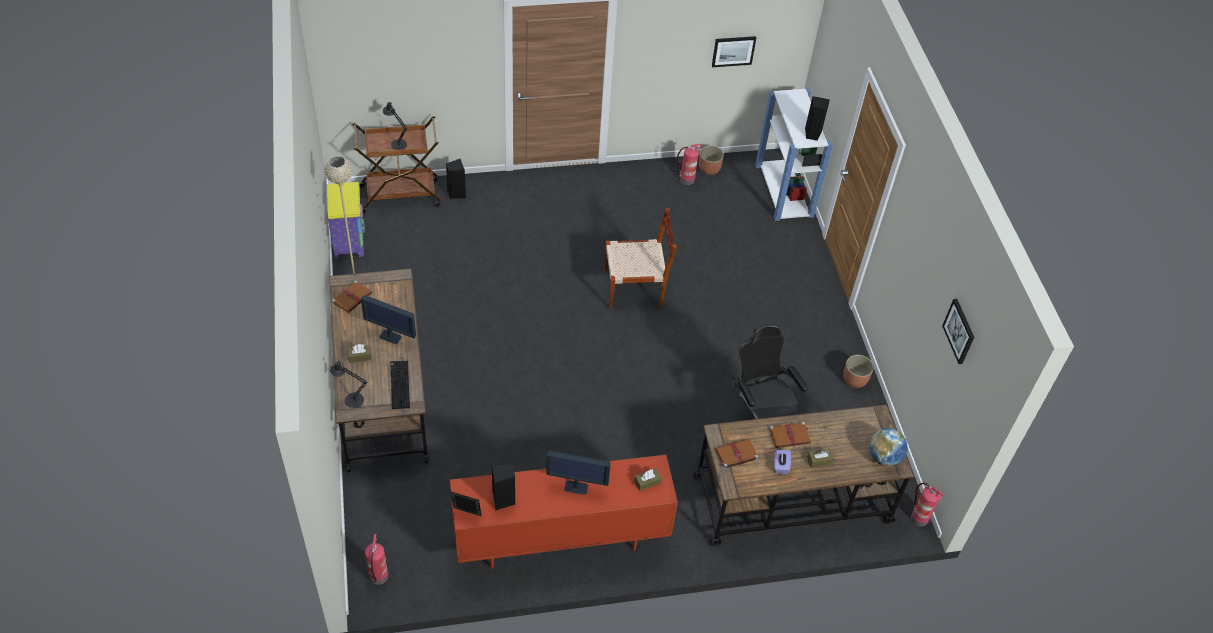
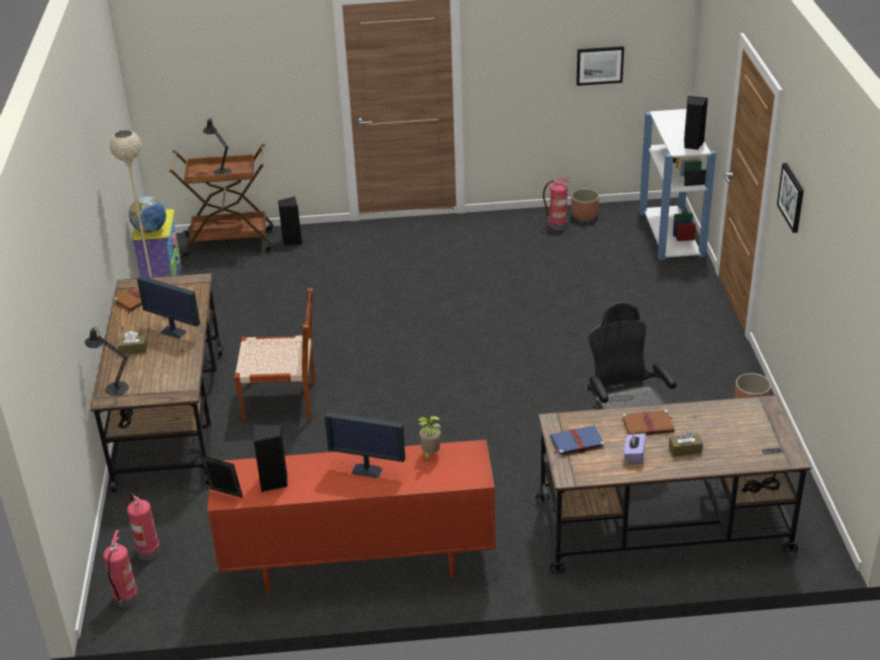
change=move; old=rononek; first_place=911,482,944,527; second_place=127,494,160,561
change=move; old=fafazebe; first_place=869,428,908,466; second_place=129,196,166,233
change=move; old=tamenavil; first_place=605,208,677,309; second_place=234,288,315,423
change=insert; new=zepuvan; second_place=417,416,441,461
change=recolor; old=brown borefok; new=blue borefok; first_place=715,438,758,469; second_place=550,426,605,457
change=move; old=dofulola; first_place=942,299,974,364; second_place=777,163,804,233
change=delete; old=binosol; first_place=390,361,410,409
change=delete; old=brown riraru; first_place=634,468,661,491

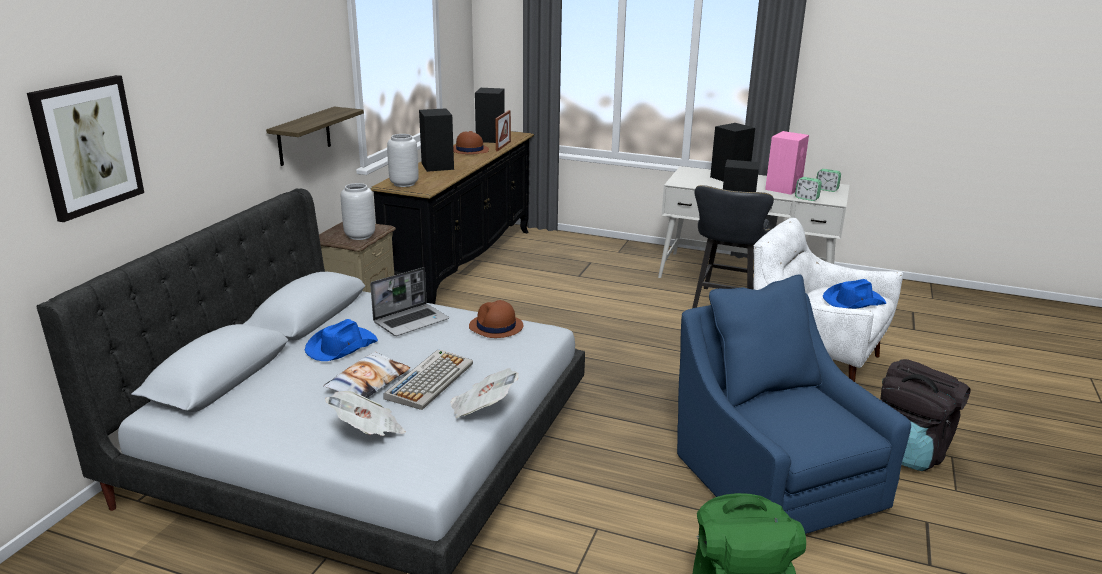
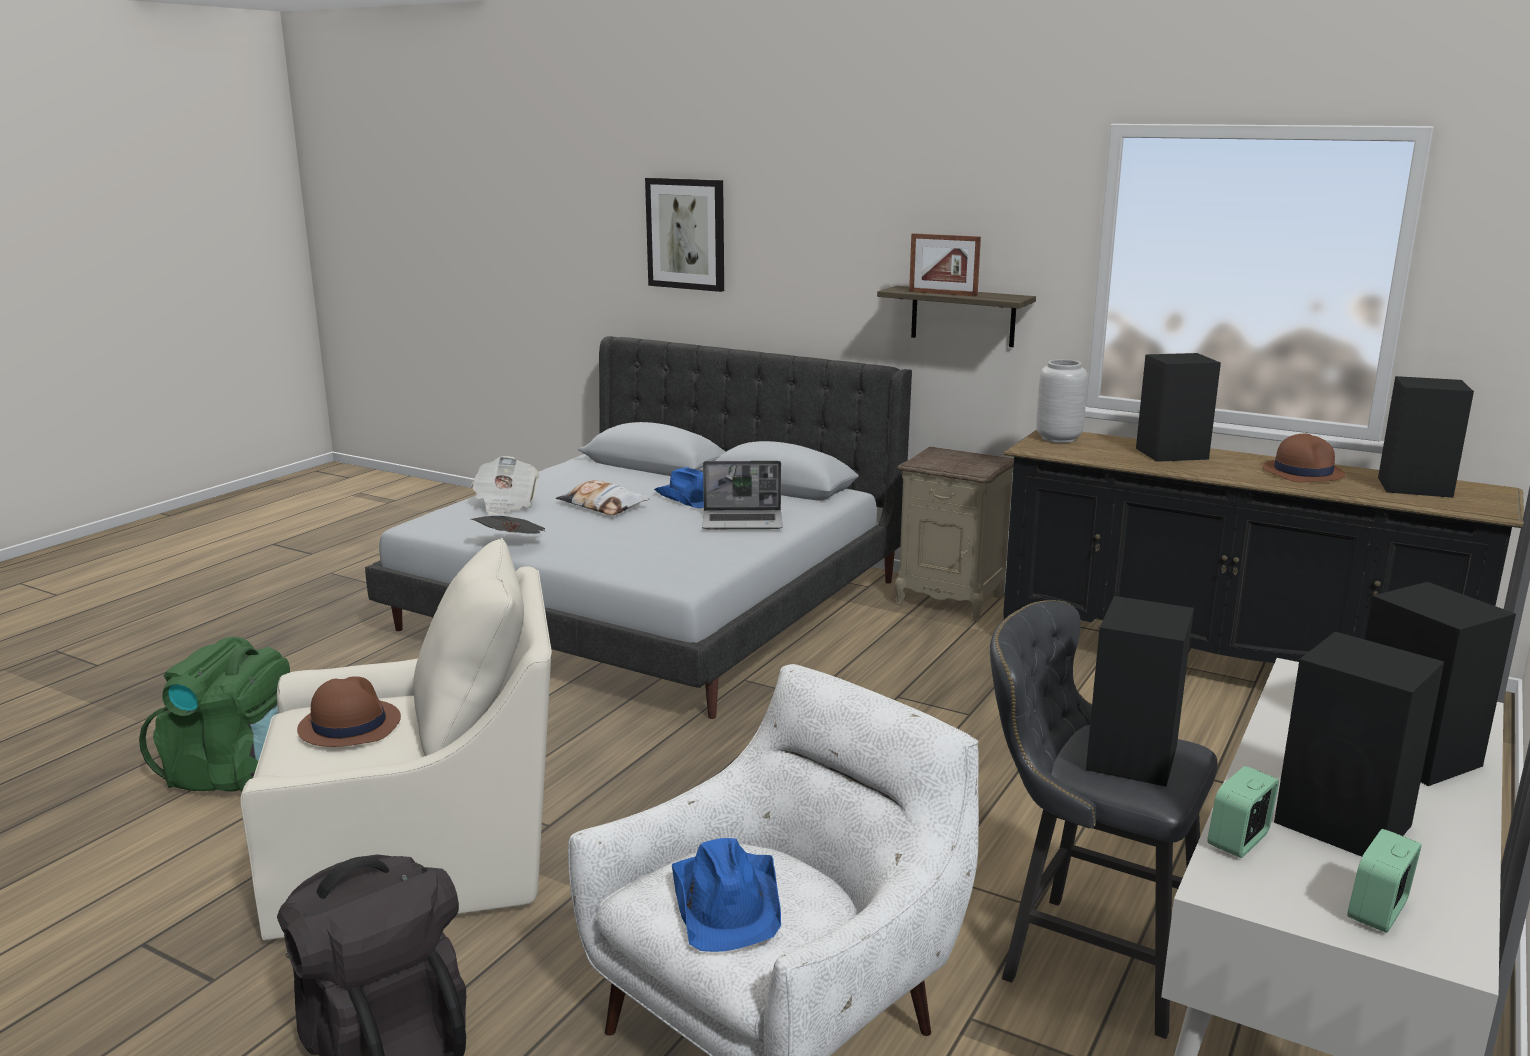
change=recolor; old=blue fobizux; new=beige fobizux; first_place=677,275,911,534; second_place=240,538,552,940
change=move; old=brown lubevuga; first_place=469,300,523,338; second_place=297,676,401,747
change=rotate; old=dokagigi; first_place=370,267,449,336; second_place=702,461,783,529; degrees=-60
change=move; old=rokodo; first_place=495,110,511,151; second_place=909,233,981,296
change=recolor; old=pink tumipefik; new=black tumipefik; first_place=765,131,809,195; second_place=1274,632,1444,857
change=delete; old=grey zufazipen; first_place=341,183,375,240
change=delete; old=binosol; first_place=384,349,473,410

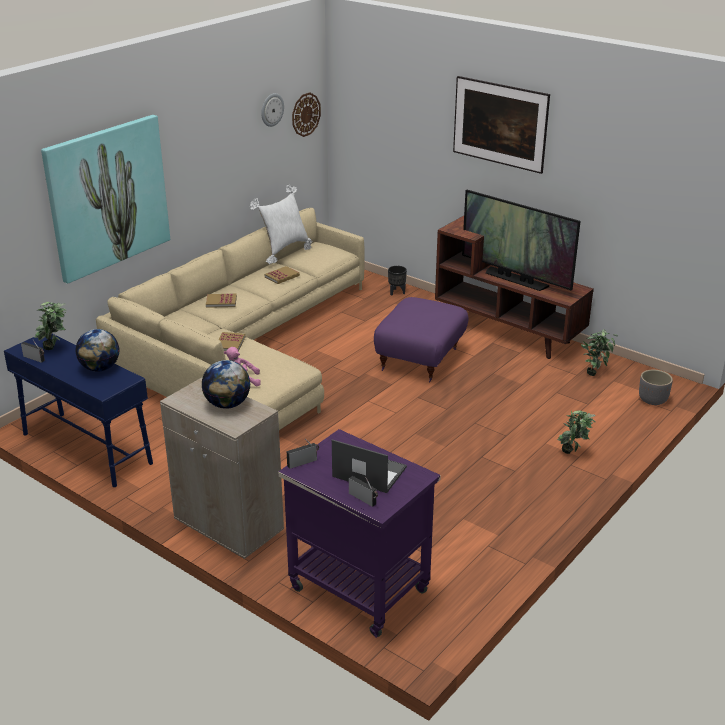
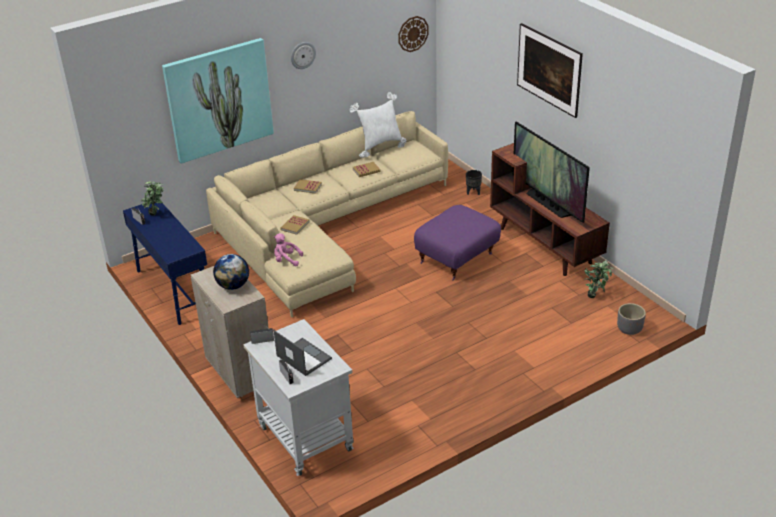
change=recolor; old=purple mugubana; new=white mugubana; first_place=278,429,441,638; second_place=243,319,353,476
change=move; old=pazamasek; first_place=261,93,284,127; second_place=291,42,316,69
change=delete; old=fafazebe; first_place=75,329,119,372
change=delete; old=zepuvan; first_place=557,410,596,454

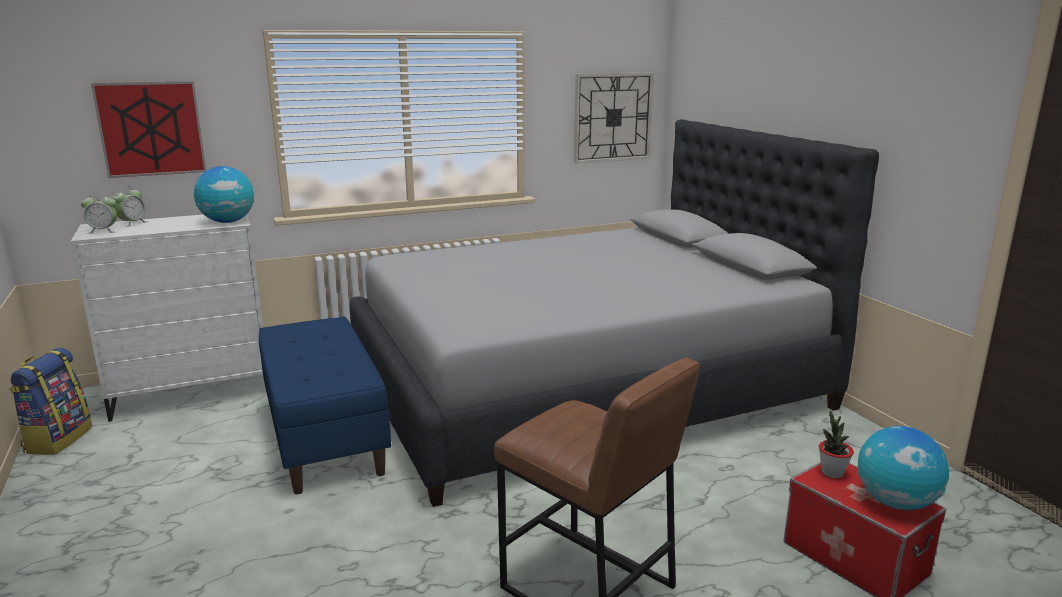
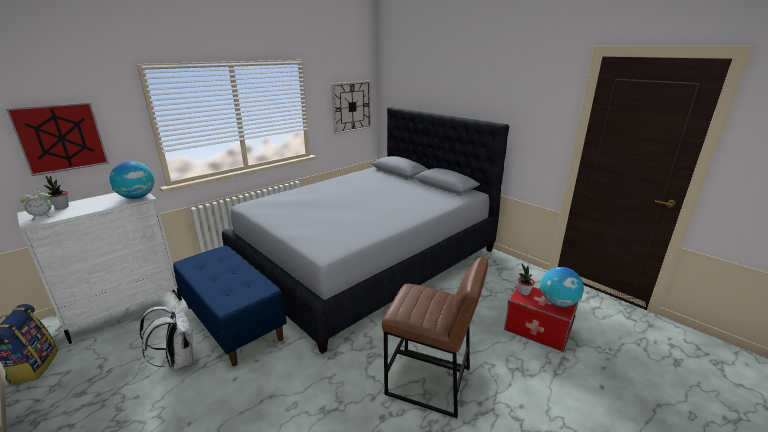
change=replace; old=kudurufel; new=zepuvan; first_place=112,186,148,227; second_place=43,175,69,209
change=insert; new=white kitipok; second_place=140,306,193,371

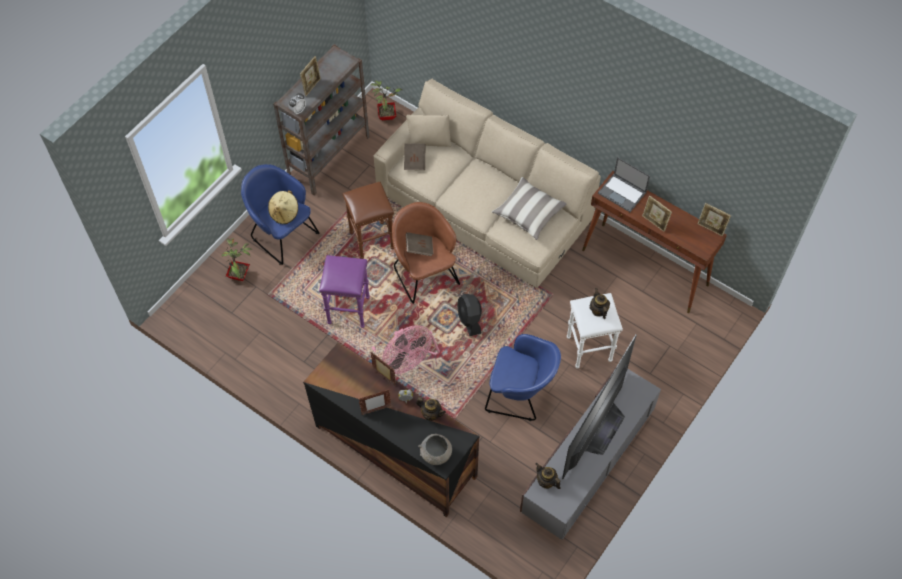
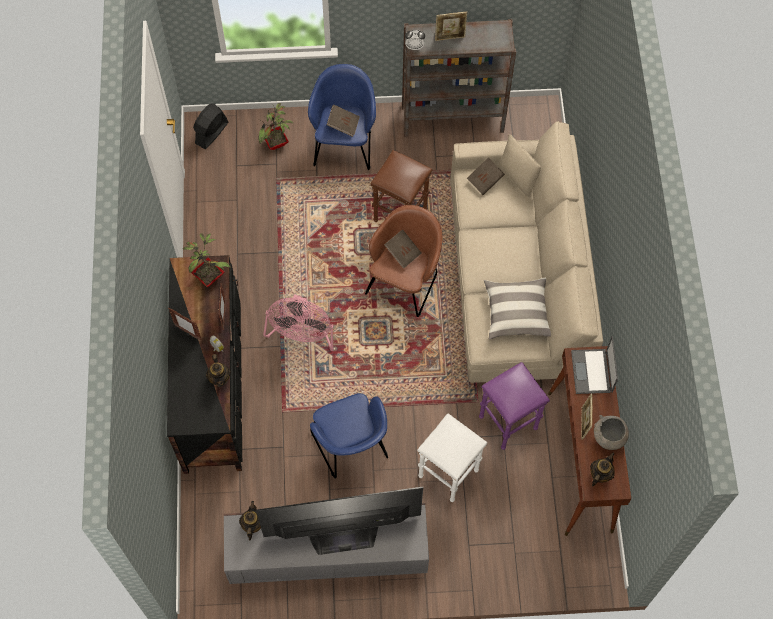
change=move; old=zepuvan; first_place=370,80,402,121; second_place=183,233,231,287
change=move; old=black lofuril; first_place=457,294,482,336; second_place=193,104,228,149
change=replace; old=beige lubevuga; new=brown borefok; first_place=268,190,298,224; second_place=327,105,360,137
change=move; old=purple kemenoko; first_place=319,255,370,328; second_place=479,362,550,450
change=move; old=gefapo; first_place=590,288,610,319; second_place=590,452,615,487
change=move; old=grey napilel; first_place=418,434,452,465; second_place=594,415,629,450
change=delete; old=rokodo; first_place=697,203,731,236

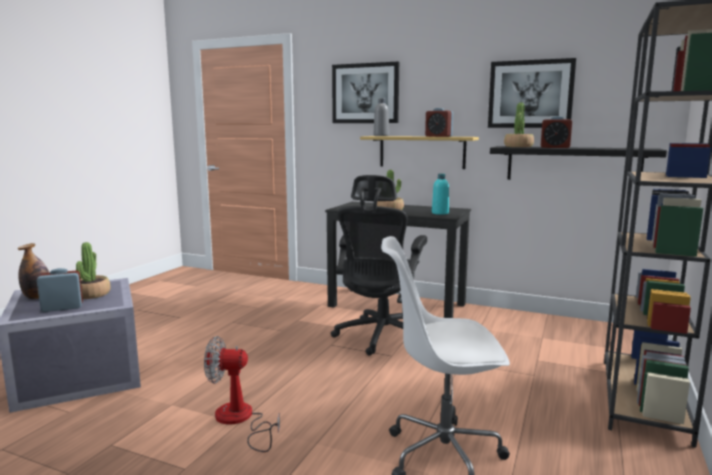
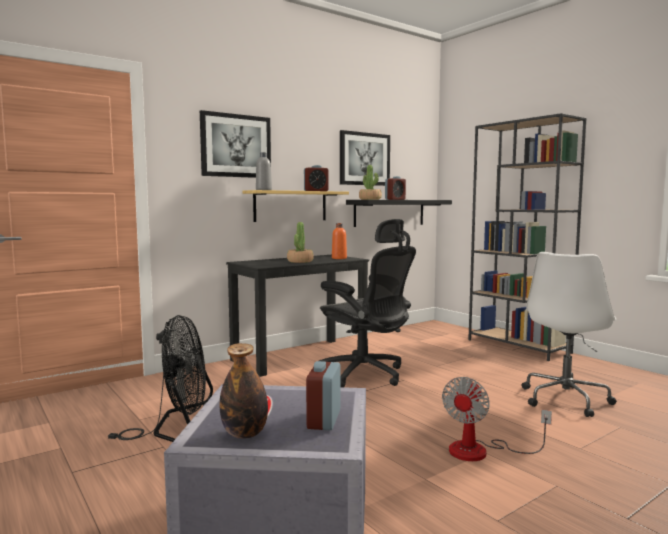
change=insert; new=black lofuril; second_place=107,315,213,442
change=recolor; old=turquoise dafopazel; new=orange dafopazel; first_place=432,174,449,215; second_place=332,223,347,259
change=delete; old=zepuvan; first_place=76,242,111,299

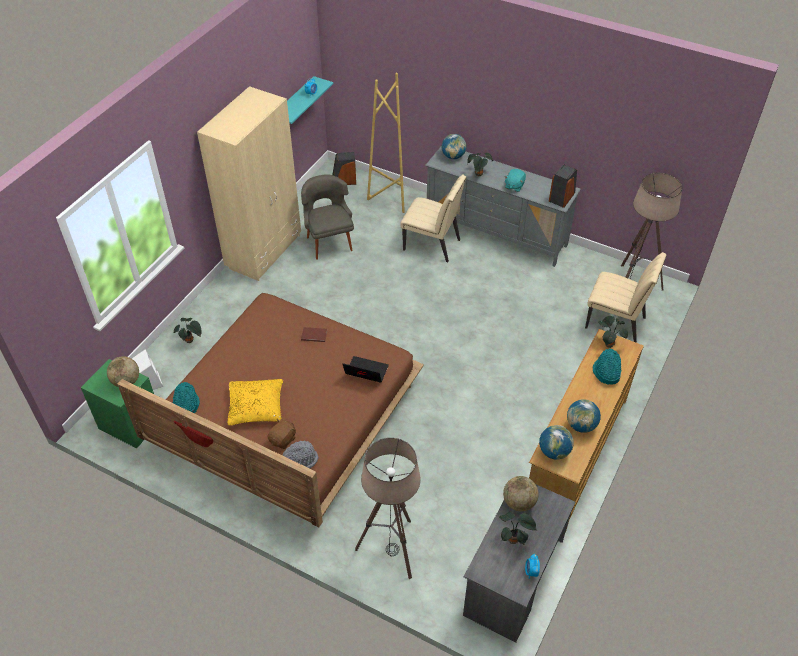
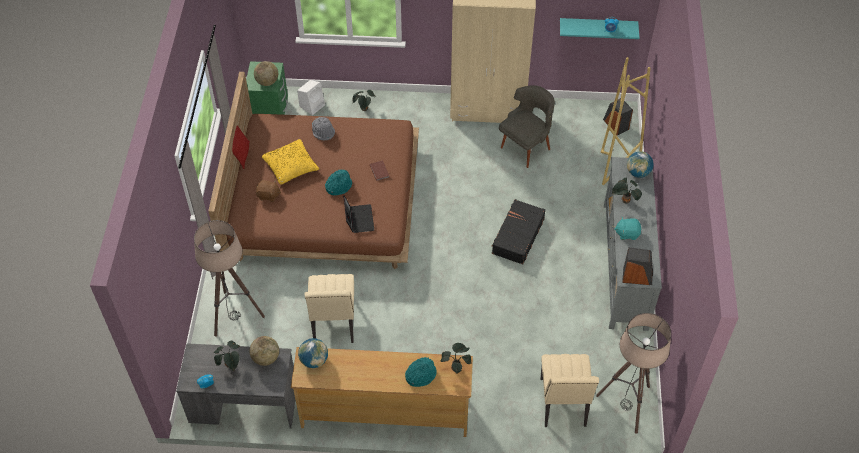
change=move; old=beige tamenavil; first_place=400,174,466,262; second_place=304,274,354,343
change=move; old=grey lubevuga; first_place=282,441,318,468; second_place=312,117,335,141
change=move; old=turquoise lubevuga; first_place=173,382,200,414; second_place=325,169,352,195
change=insert; new=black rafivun; second_place=491,199,546,265
change=delete; old=fafazebe; first_place=567,399,601,433

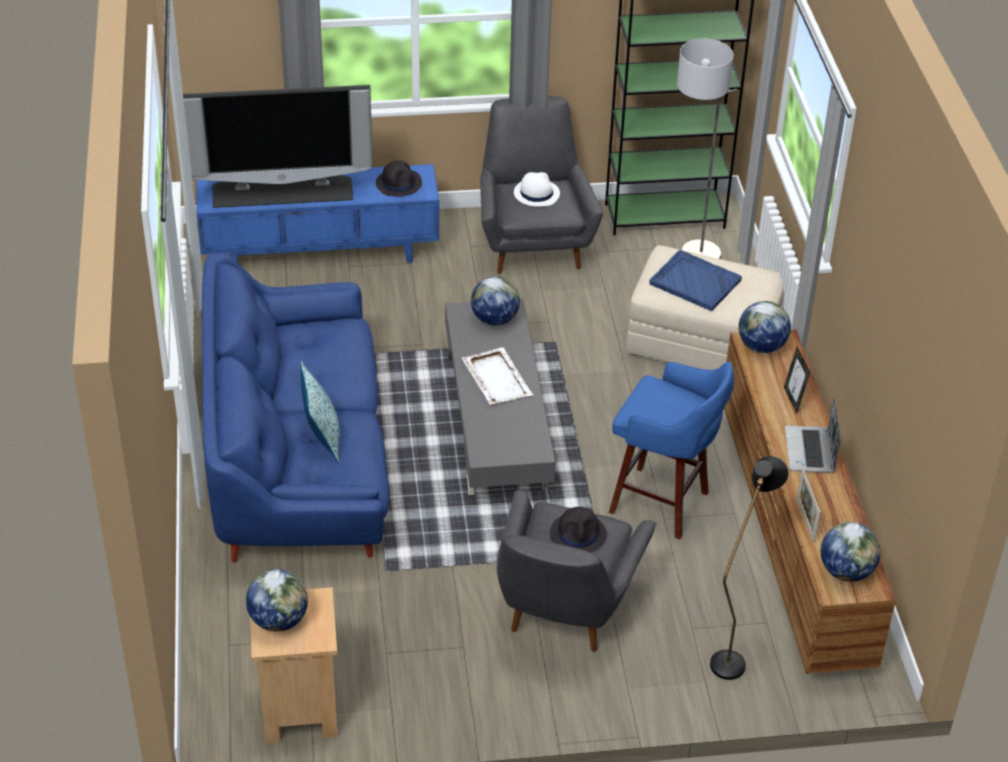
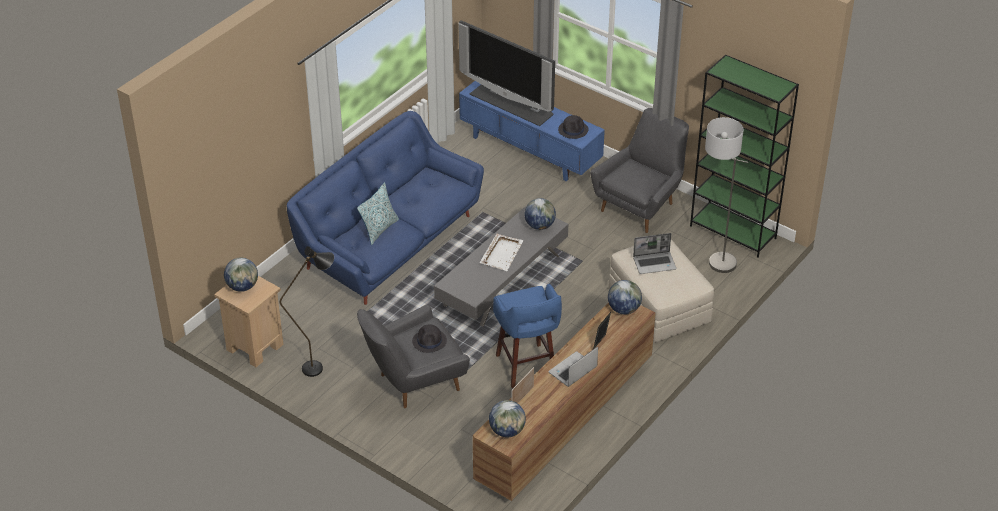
change=move; old=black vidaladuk; first_place=710,456,789,680; second_place=280,246,334,377
change=replace; old=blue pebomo; new=dokagigi; first_place=649,250,742,311; second_place=633,233,676,274
change=delete; old=white lubevuga; first_place=514,172,560,207

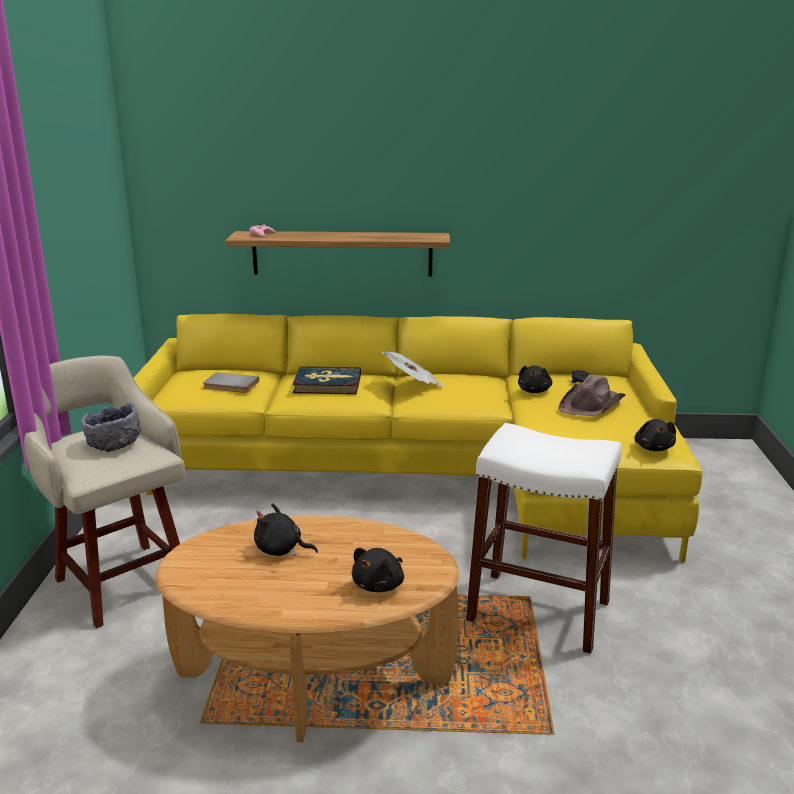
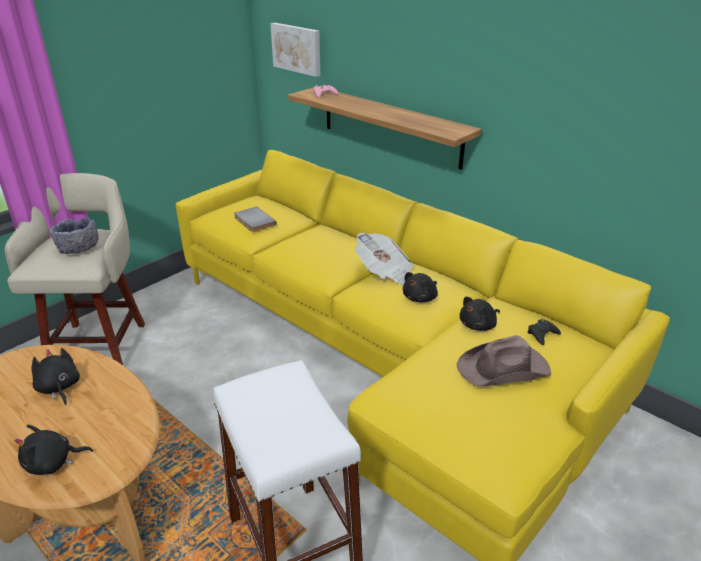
change=insert; new=dofulola; second_place=270,23,320,77
change=move; old=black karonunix; first_place=634,419,676,451; second_place=402,272,438,302
change=delete; old=borefok; first_place=292,366,361,394

